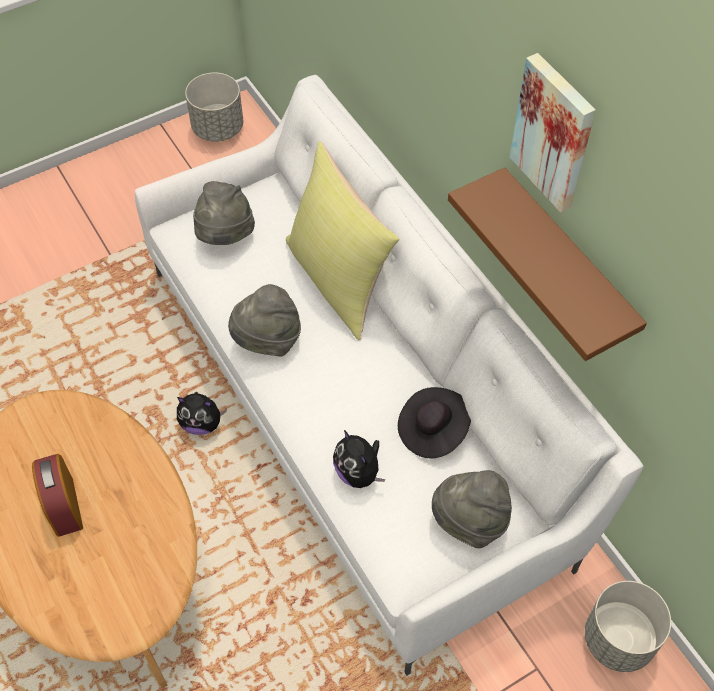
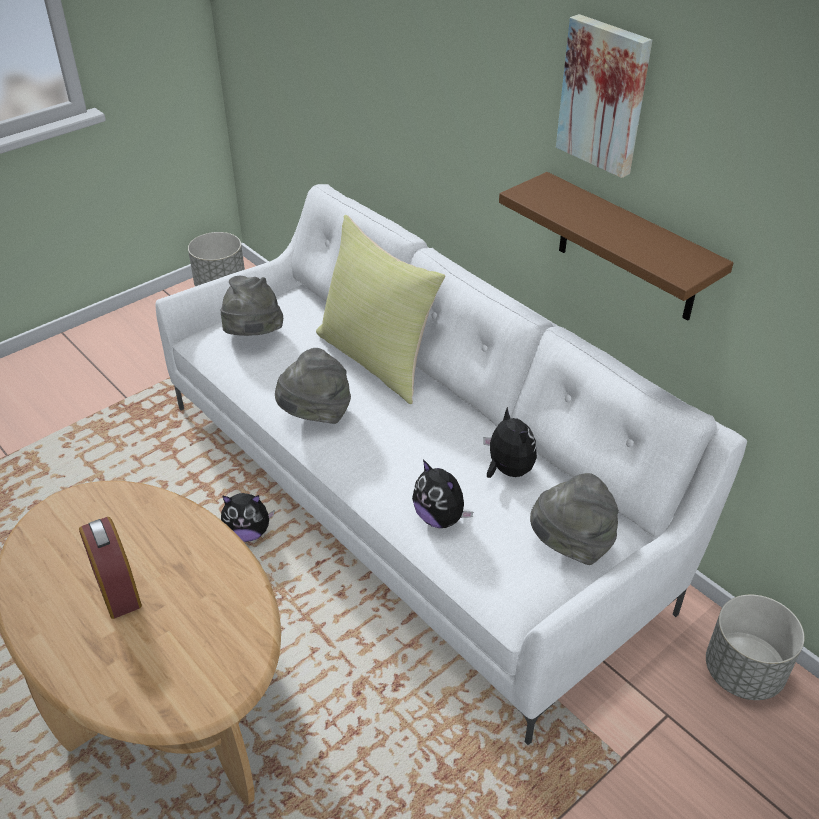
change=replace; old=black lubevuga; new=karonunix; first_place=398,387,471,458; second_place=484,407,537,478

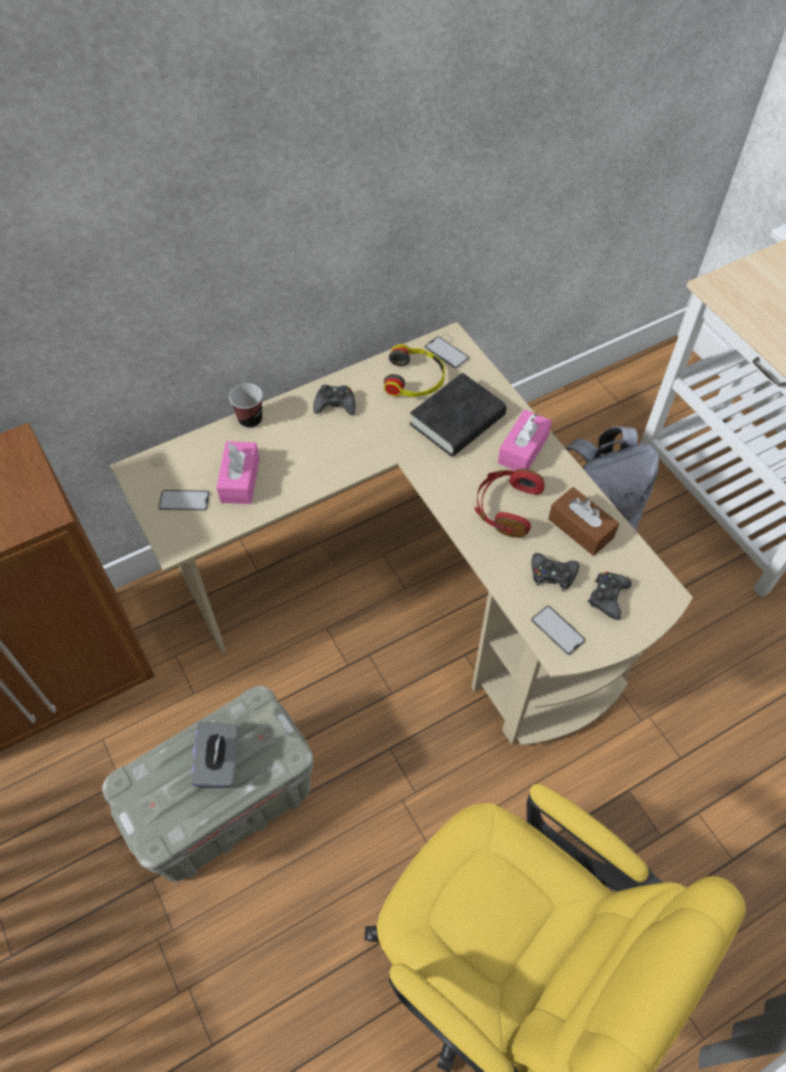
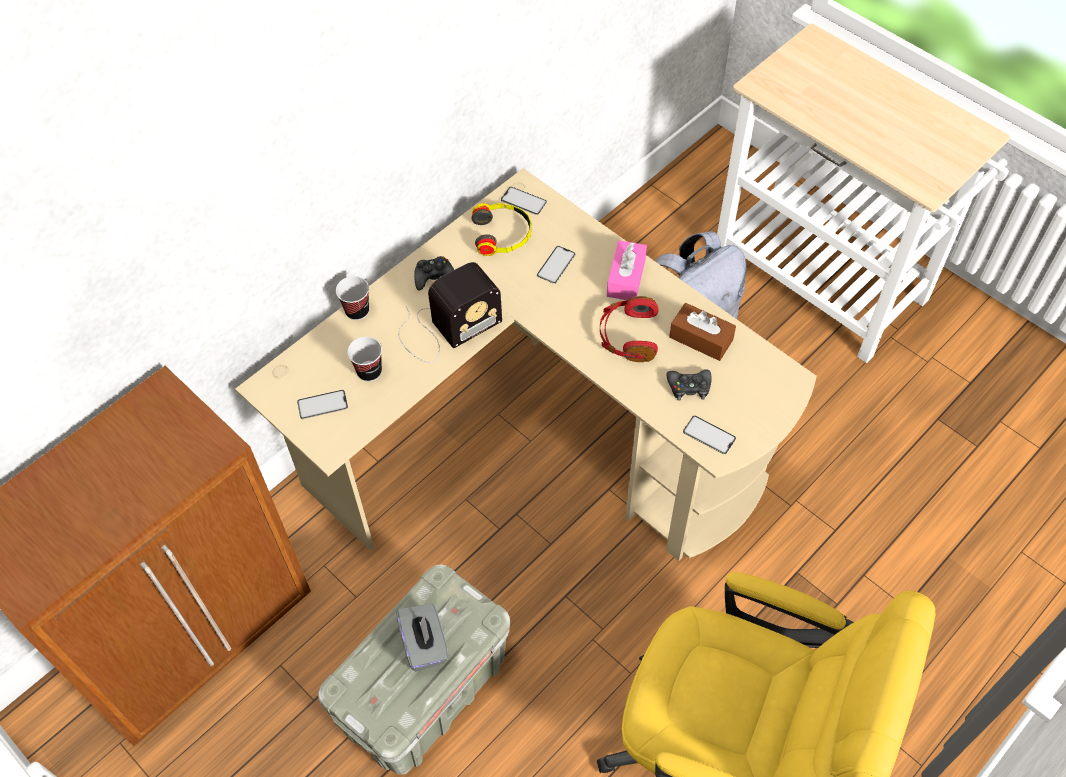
change=replace; old=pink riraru; new=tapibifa; first_place=216,441,259,504; second_place=347,337,382,382
change=insert; new=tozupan; second_place=398,262,502,363
change=replace; old=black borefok; new=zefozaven; first_place=410,373,507,457; second_place=537,246,576,284
change=delete; old=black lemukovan; first_place=587,572,632,620

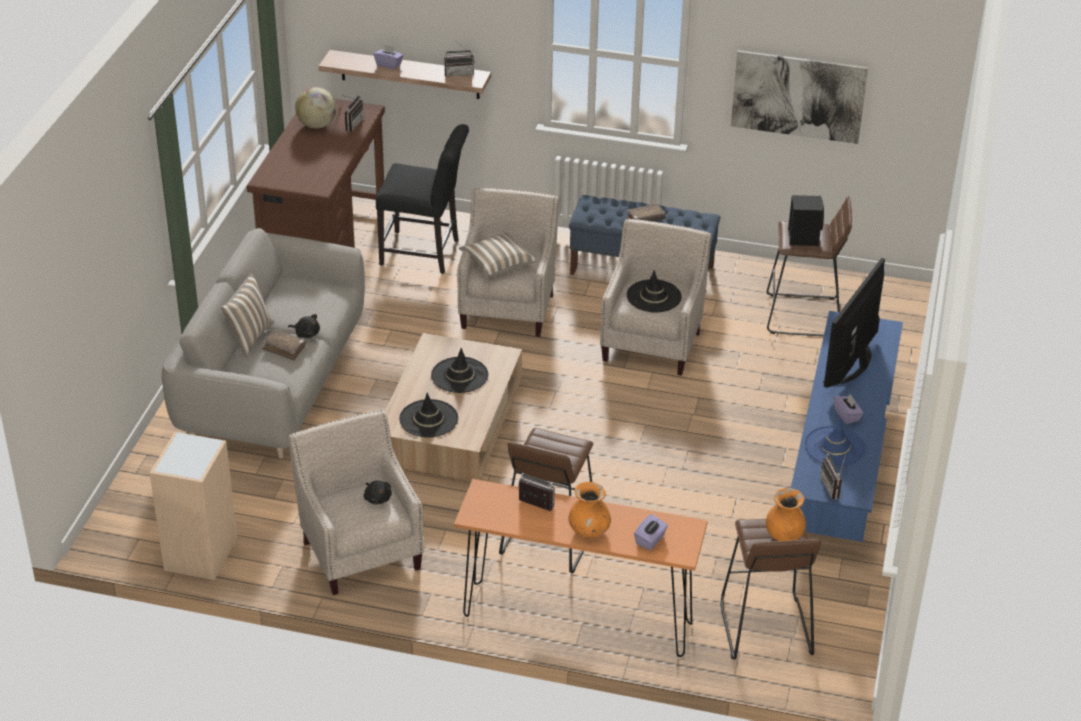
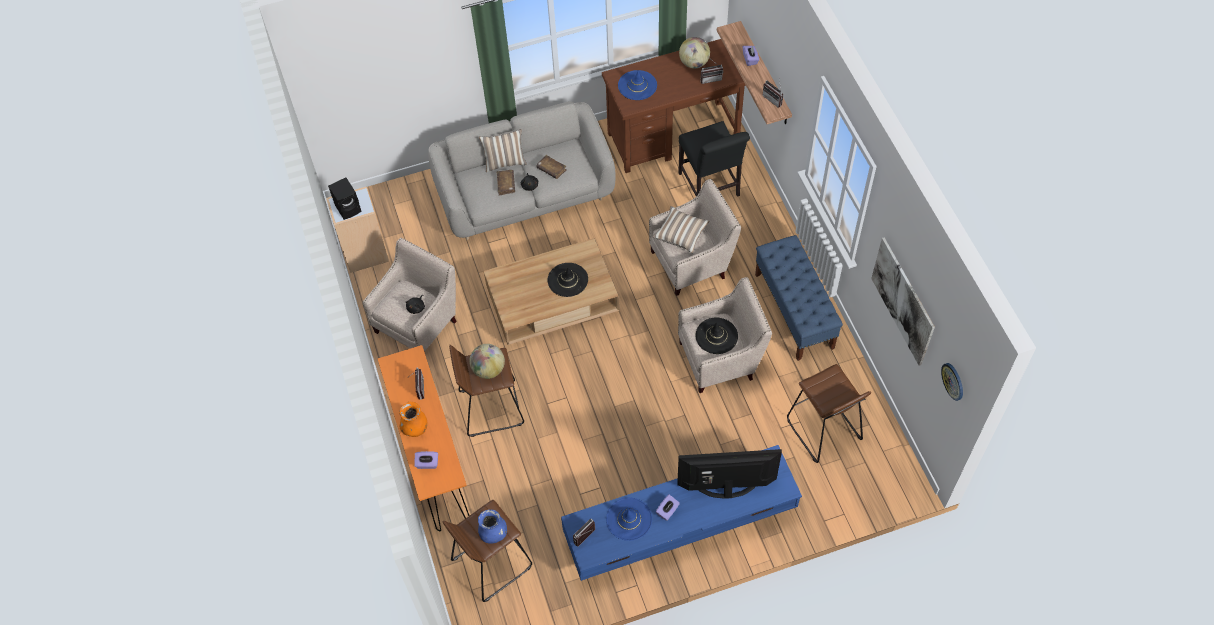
change=move; old=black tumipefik; first_place=788,195,824,246; second_place=328,178,361,220
change=insert; new=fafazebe; second_place=469,344,505,379
change=recolor; old=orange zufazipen; new=blue zufazipen; first_place=766,488,806,541; second_place=478,509,507,544
change=move; old=brown borefok; first_place=626,203,666,221; second_place=536,155,566,179
change=insert; new=blue lubevuga; second_place=618,70,657,100
change=insert; new=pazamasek; second_place=941,363,963,401
change=delete; old=black lubevuga; first_place=399,393,458,437

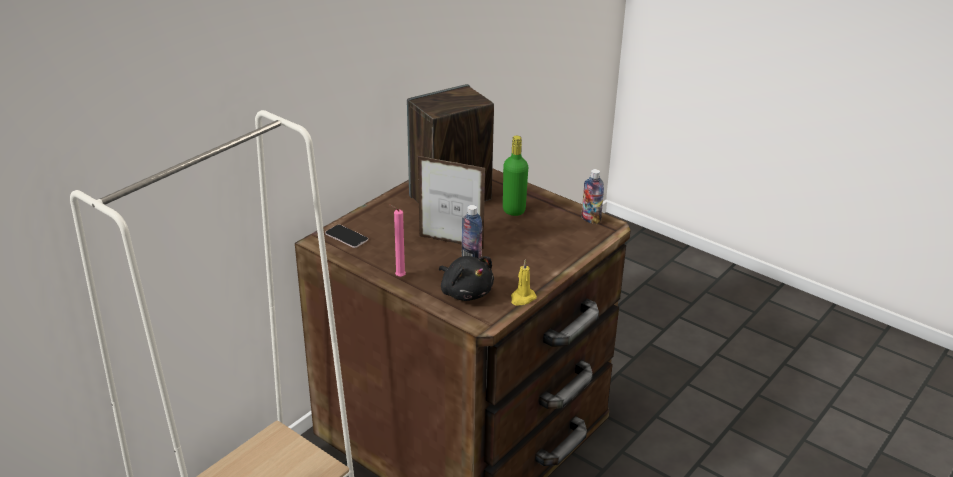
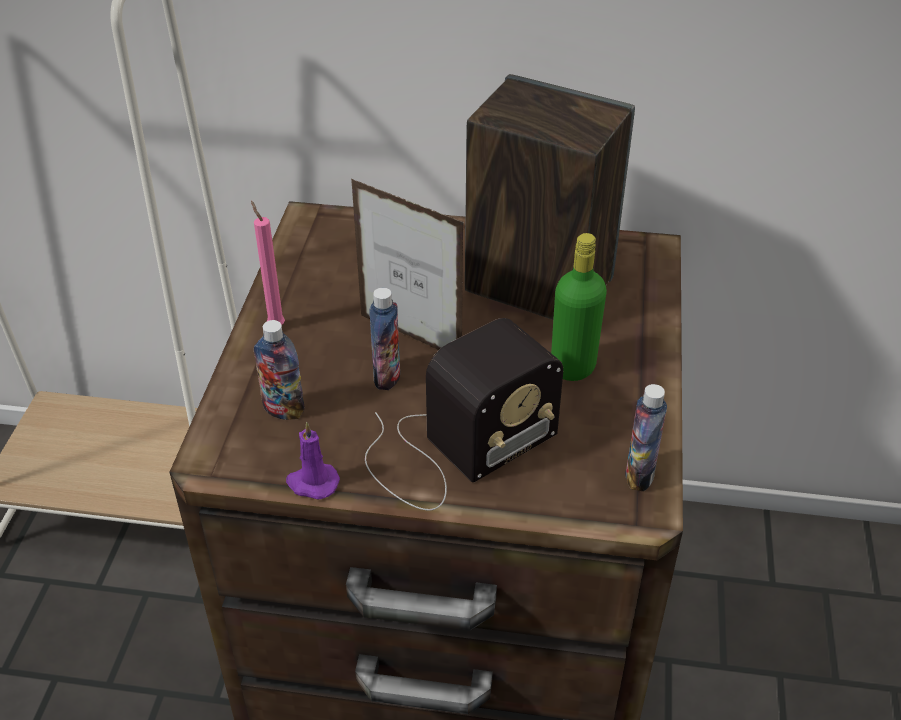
change=replace; old=black karonunix; new=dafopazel; first_place=439,256,494,301; second_place=254,320,305,420
change=recolor; old=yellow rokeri; new=purple rokeri; first_place=511,260,537,305; second_place=286,422,340,500
change=rotate; old=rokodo; first_place=418,156,485,249; second_place=351,179,464,350; degrees=135
change=insert; new=tozupan; second_place=365,318,563,511
change=delete; old=zefozaven; first_place=325,225,368,248

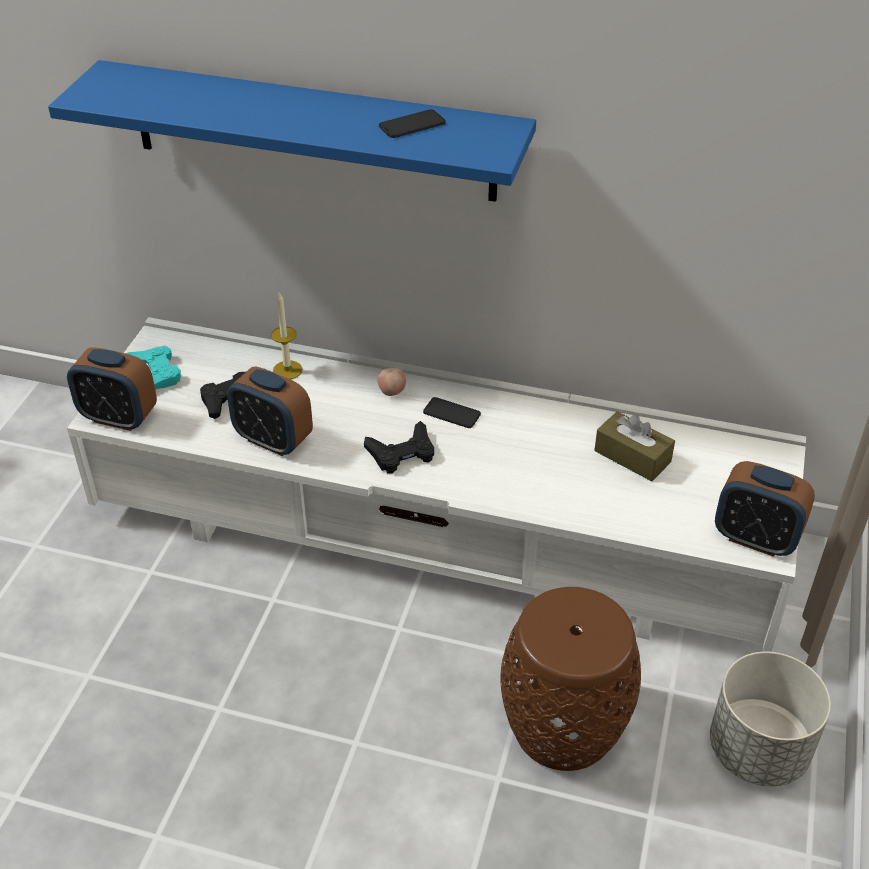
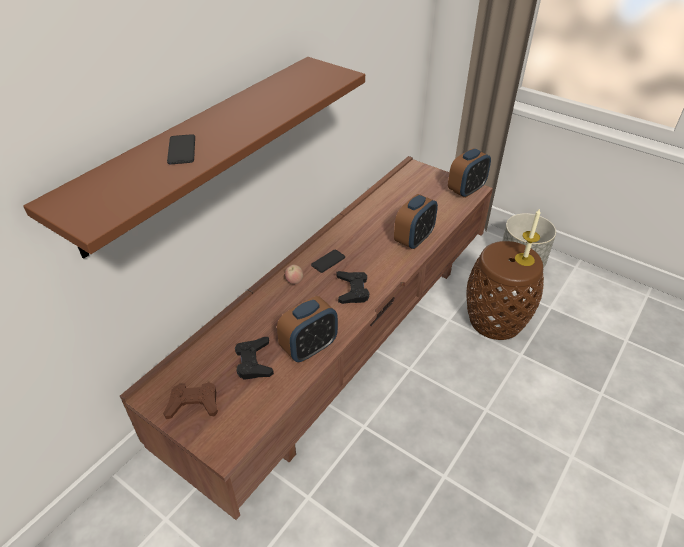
change=recolor; old=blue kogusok; new=brown kogusok; first_place=48,60,536,202; second_place=23,57,365,259
change=recolor; old=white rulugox; new=brown rulugox; first_place=67,317,806,652; second_place=120,156,493,520
change=recolor; old=turquoise lemukovan; new=brown lemukovan; first_place=126,345,181,390; second_place=163,382,218,419
change=move; old=zefozaven; first_place=379,109,446,138; second_place=167,134,195,164
change=move; old=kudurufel; first_place=67,347,157,431; second_place=394,194,438,249
change=move; old=rokeri; first_place=271,293,303,379; second_place=515,208,541,266
change=delete; old=brown riraru; first_place=594,411,675,481

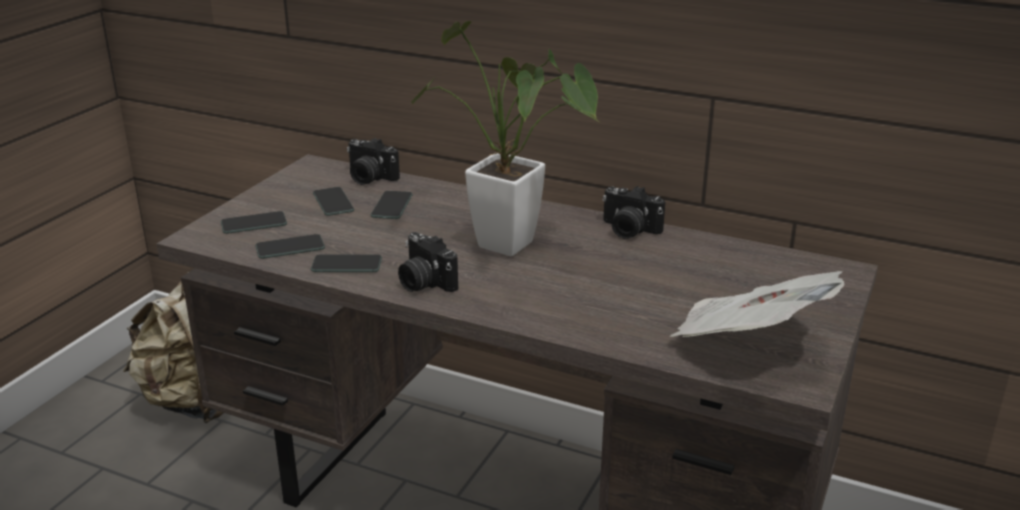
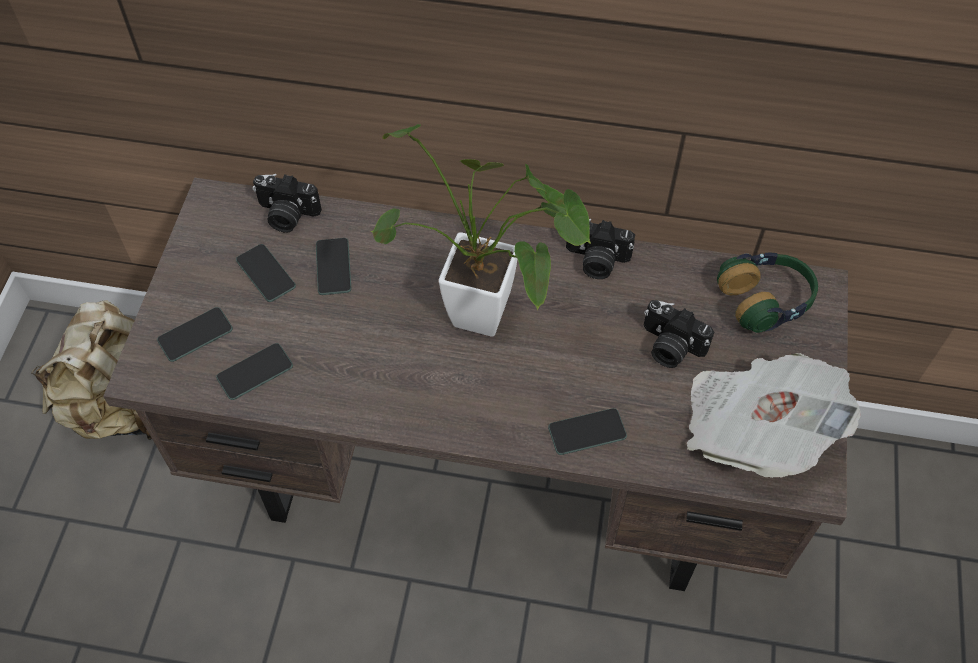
change=move; old=zefozaven; first_place=311,254,382,272; second_place=548,408,627,455
change=move; old=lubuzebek; first_place=398,232,458,292; second_place=643,300,714,368
change=insert; new=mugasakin; second_place=717,253,818,333

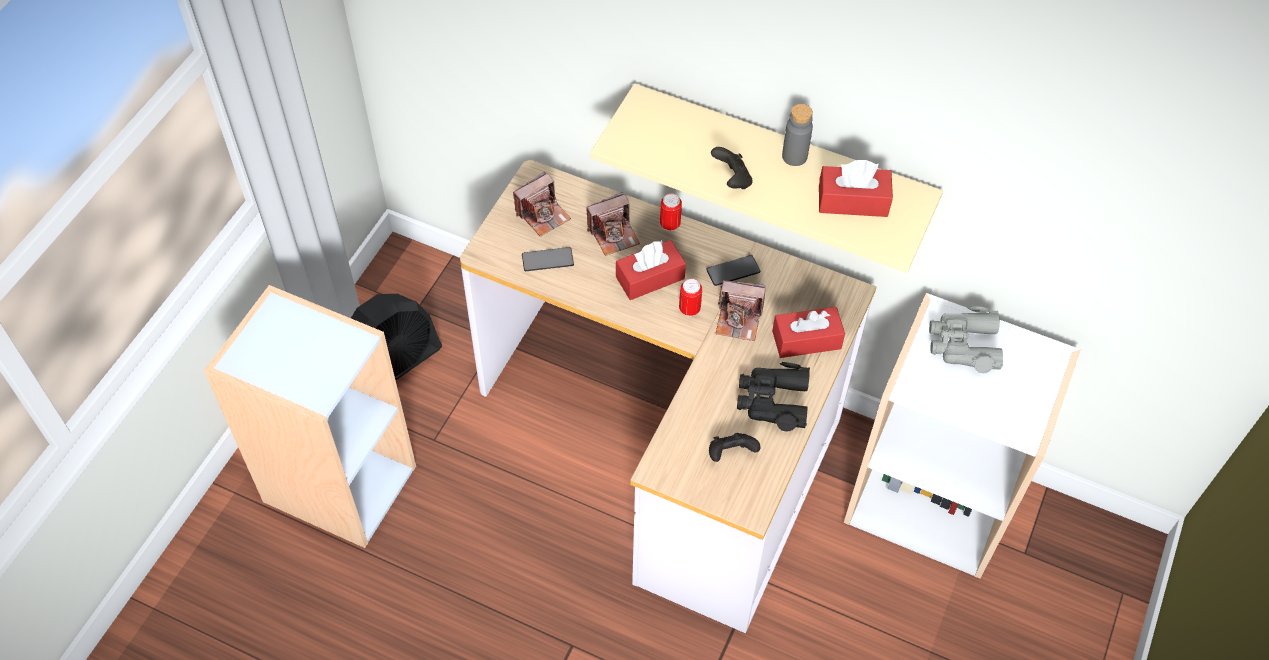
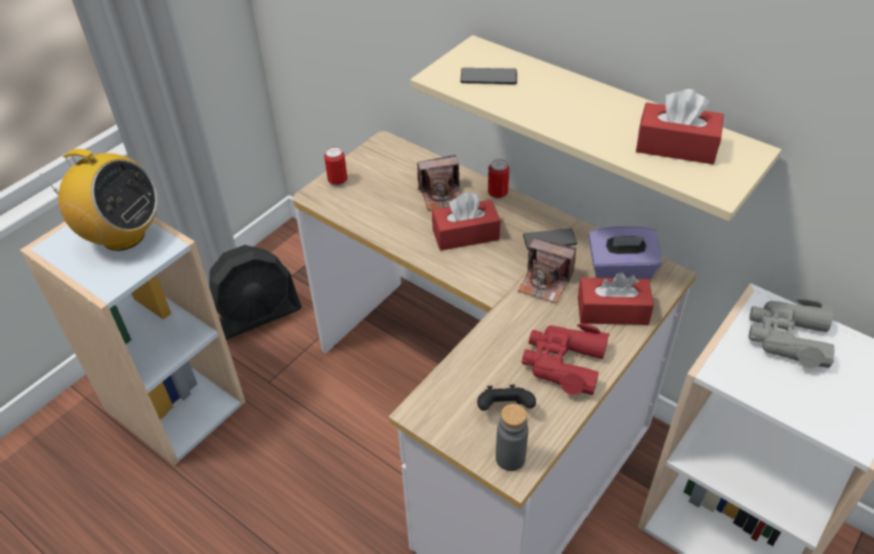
change=insert; new=tozupan; second_place=40,149,158,251
change=move; old=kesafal; first_place=679,279,702,317; second_place=324,147,347,187
change=move; old=zefozaven; first_place=522,247,574,271; second_place=461,68,517,84
change=move; old=grey dafopazel; first_place=782,104,813,166; second_place=496,404,528,471
change=recolor; old=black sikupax; new=red sikupax; first_place=737,362,810,432; second_place=522,323,610,395
change=insert; new=purple riraru; second_place=588,226,662,279
change=delete; old=lubuzebek; first_place=513,172,571,237
change=delete; old=black lemukovan; first_place=711,147,753,189

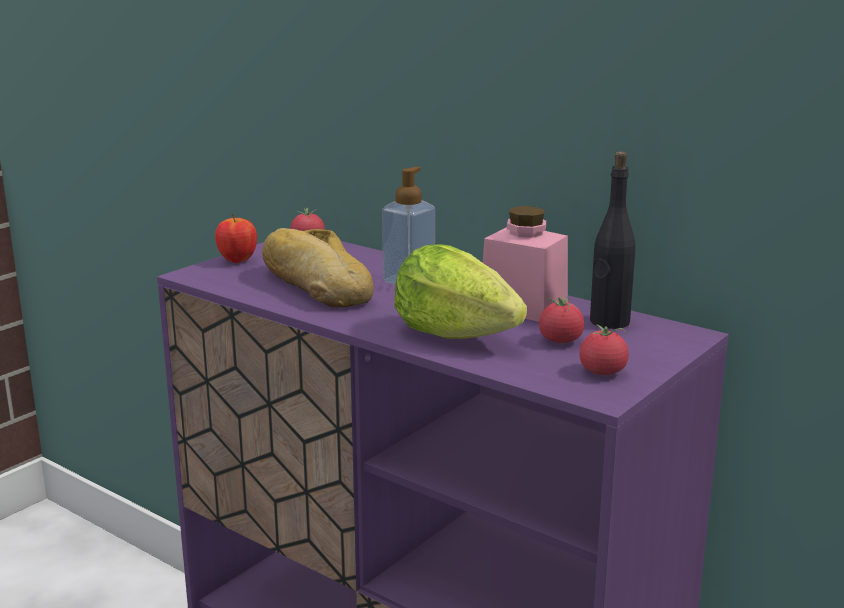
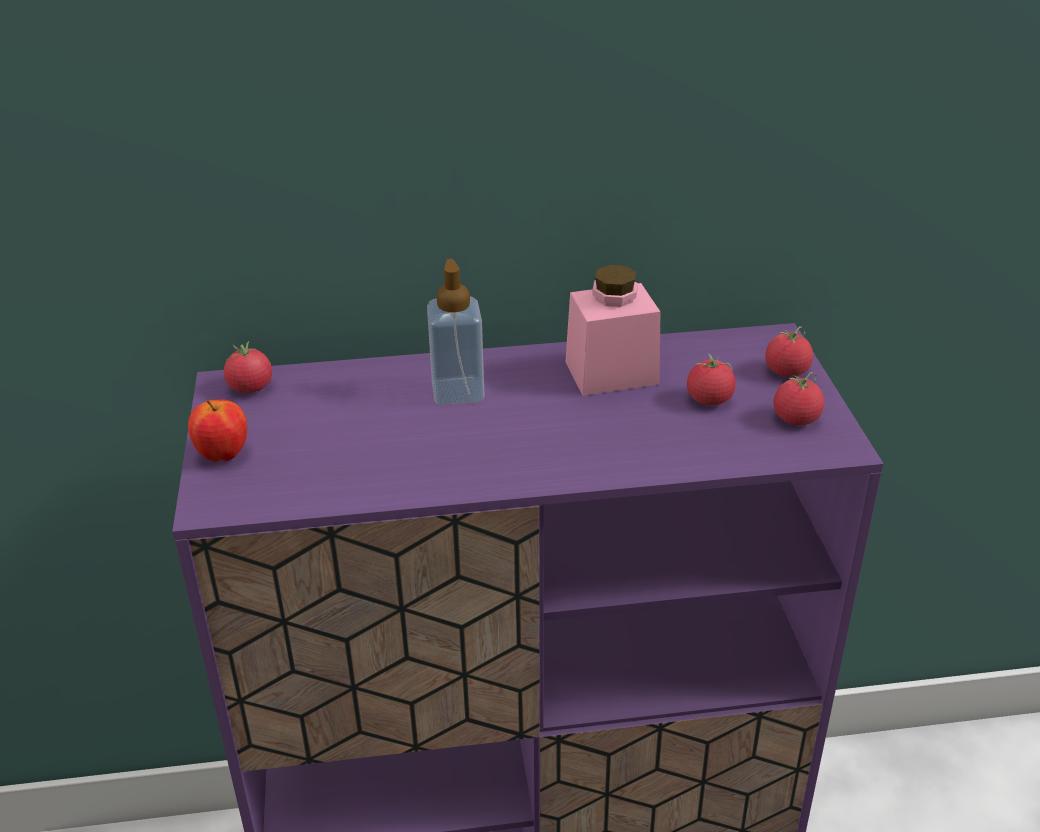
change=insert; new=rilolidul; second_place=765,327,813,377
change=delete; old=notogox; first_place=262,228,374,308
change=delete; old=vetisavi; first_place=394,244,527,339
change=delete; old=black dafopazel; first_place=590,151,635,329

